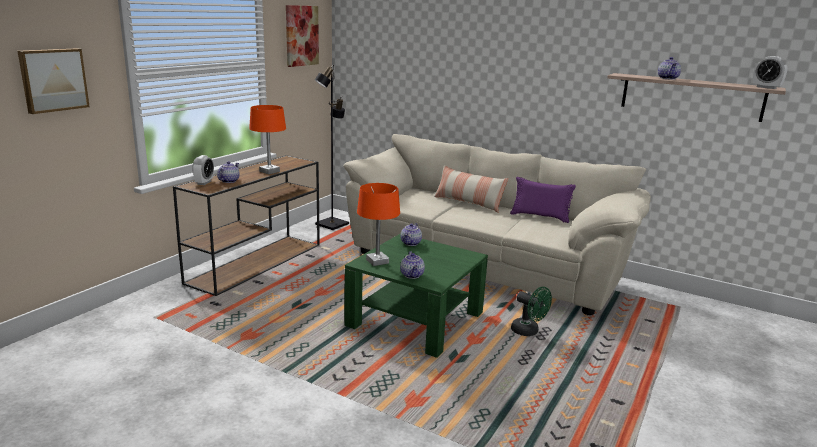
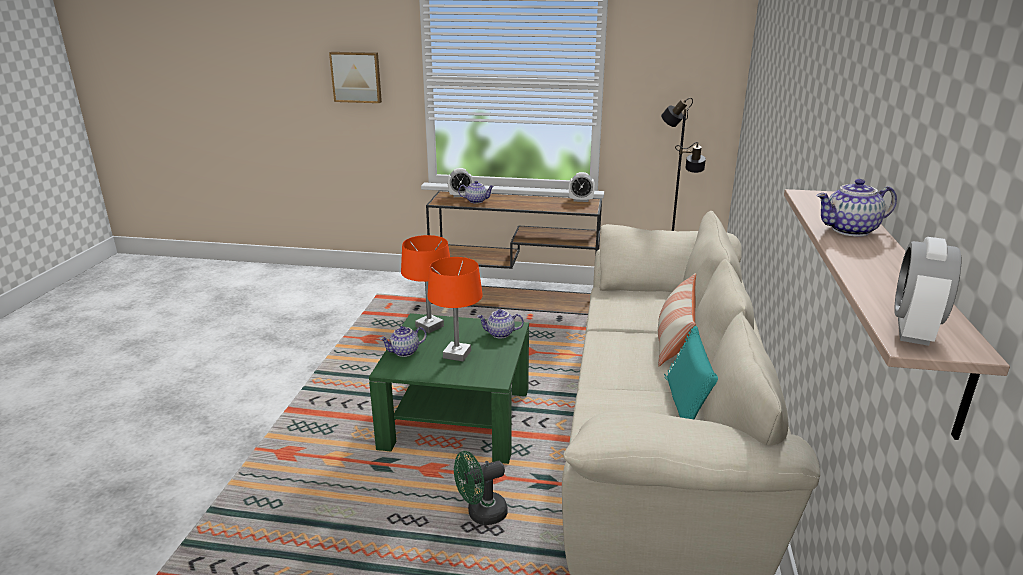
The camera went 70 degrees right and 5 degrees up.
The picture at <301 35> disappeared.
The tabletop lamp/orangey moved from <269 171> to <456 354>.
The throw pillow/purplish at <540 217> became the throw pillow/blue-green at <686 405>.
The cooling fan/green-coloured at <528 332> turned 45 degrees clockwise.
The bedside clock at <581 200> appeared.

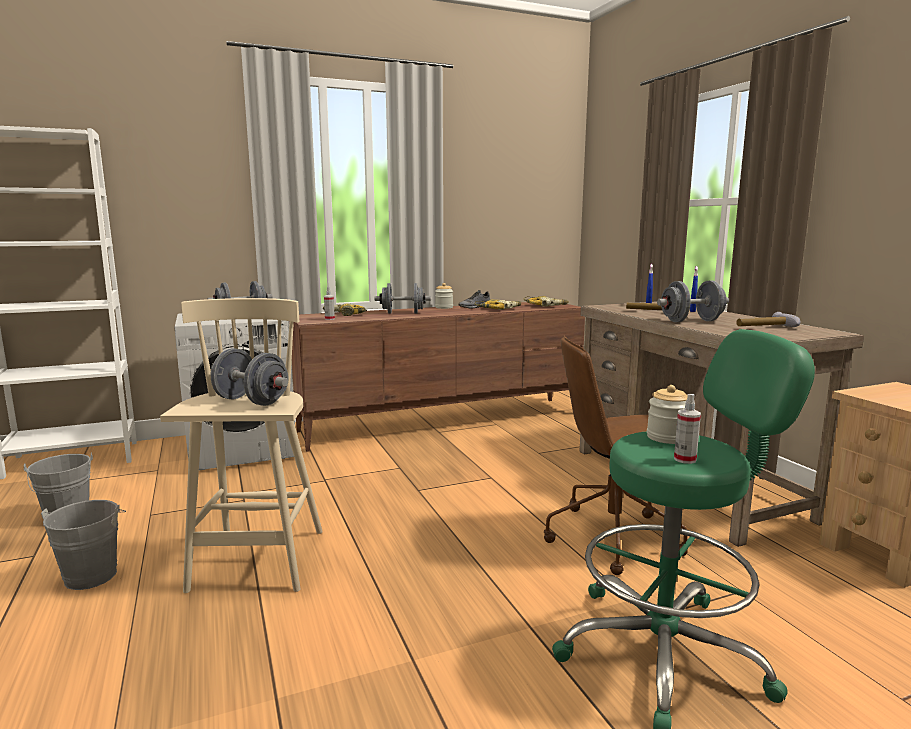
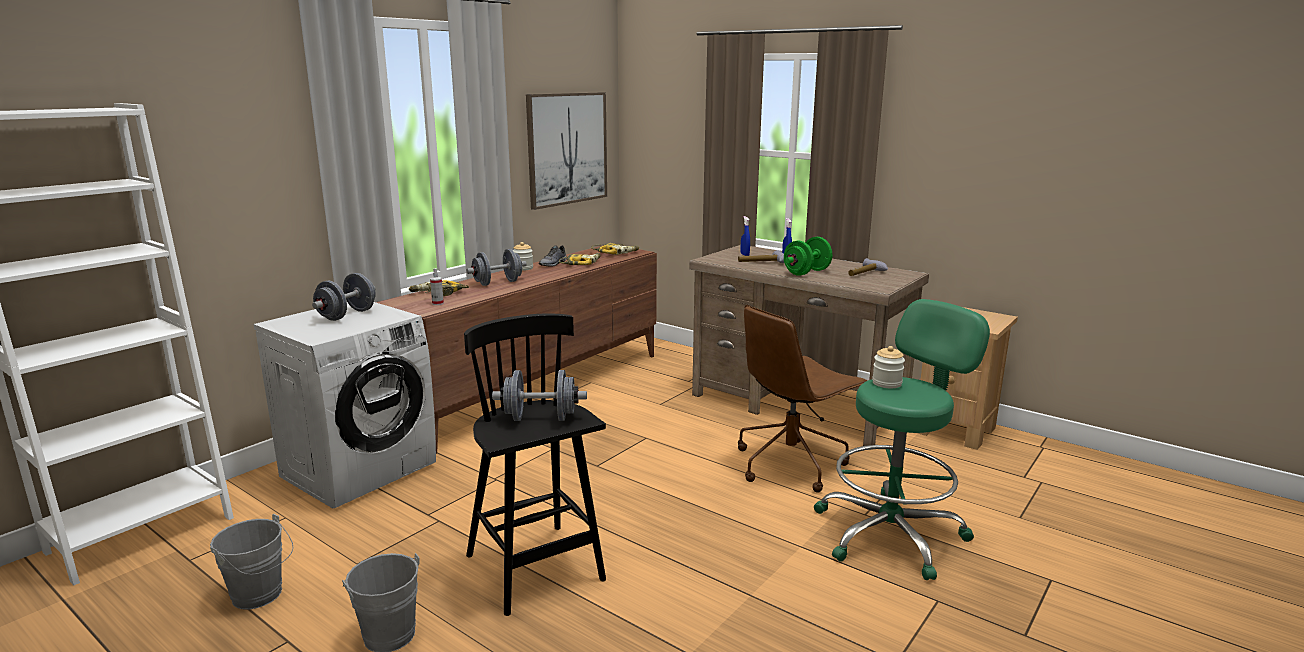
The camera went 30 degrees left and 5 degrees up.
The dumbbell/grey at <691 321> became the dumbbell/green-coloured at <806 272>.
The sitting stool/beige at <257 562> became the sitting stool/black at <537 570>.
The spray bottle at <685 459> disappeared.
The picture at <567 148> appeared.

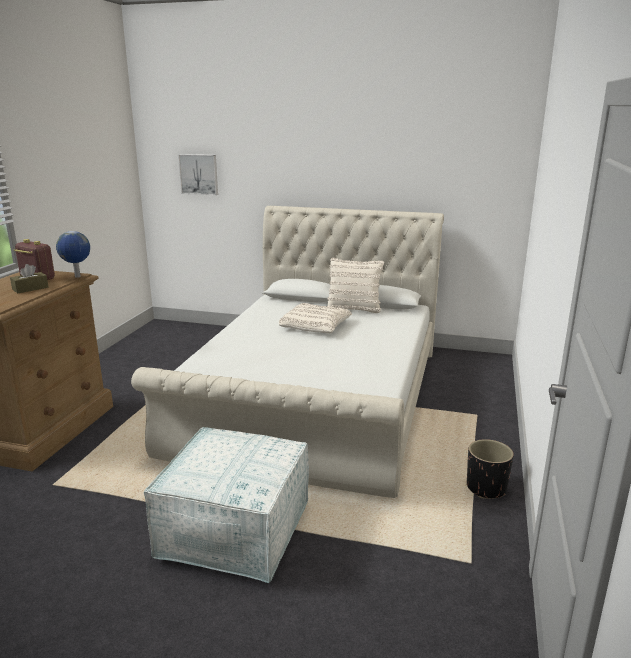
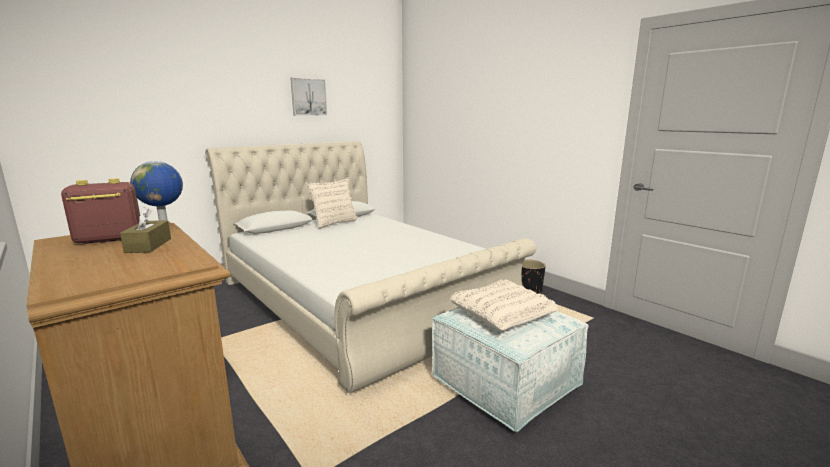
The camera went 55 degrees left and 5 degrees down.
The picture moved from <199 174> to <308 97>.
The throw pillow/beige moved from <315 326> to <502 314>.

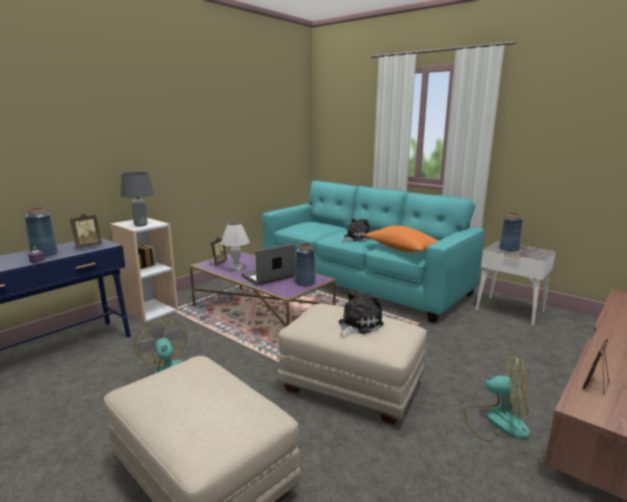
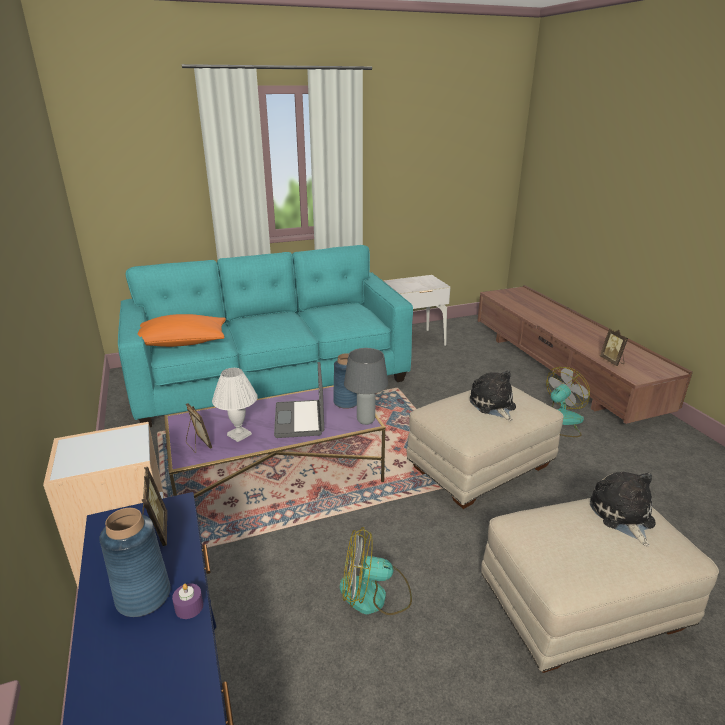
The camera went 60 degrees left and 10 degrees up.
The tabletop lamp/grey moved from <140 225> to <365 421>.
The vase/blue at <508 249> disappeared.
The cuddly toy moved from <355 238> to <622 516>.
The throw pillow/orangey moved from <402 249> to <181 343>.

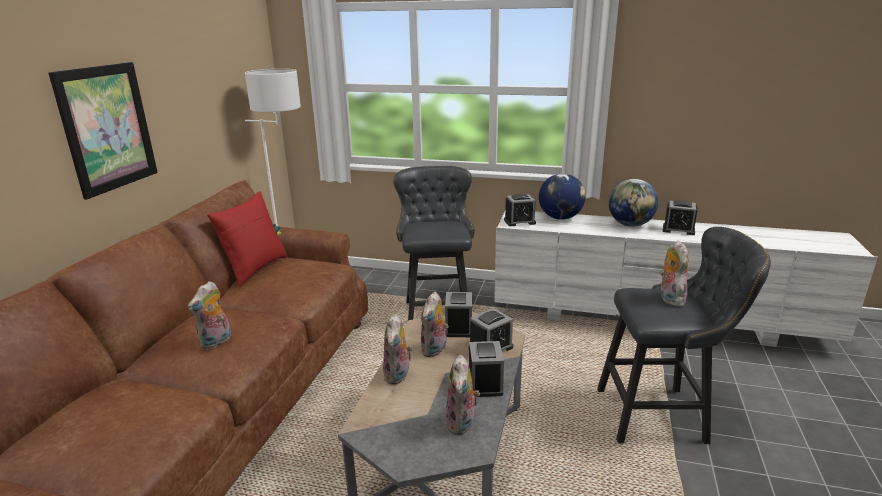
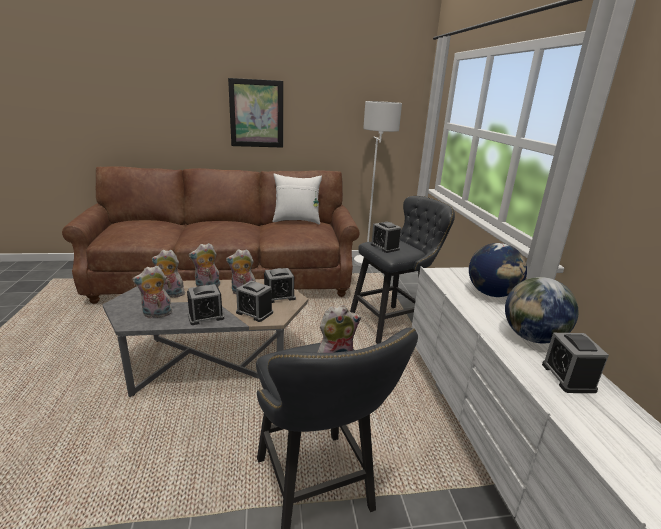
The camera went 65 degrees right and 0 degrees up.
The throw pillow/red-coloured at <255 270> became the throw pillow/white-coloured at <296 221>.
The bedside clock moved from <519 221> to <384 247>.
The cuddly toy moved from <216 342> to <170 294>.

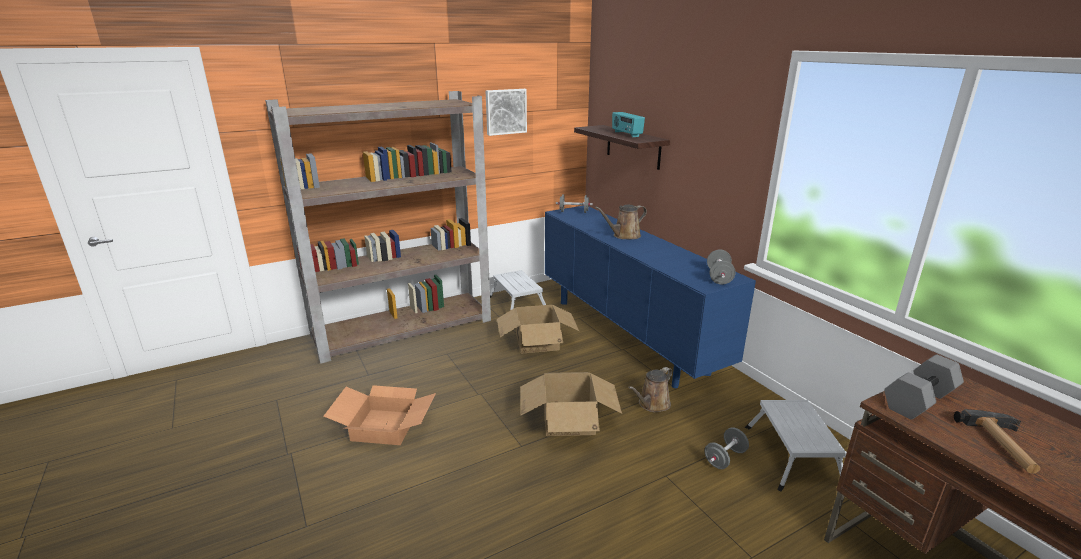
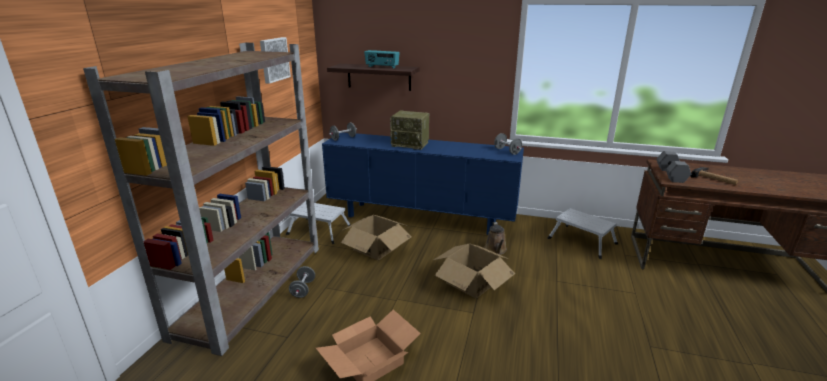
The camera went 45 degrees left and 0 degrees up.
The watering pot/brown-coloured at <624 236> was replaced by the radio at <411 144>.
The dumbbell/grey moved from <725 458> to <303 289>.

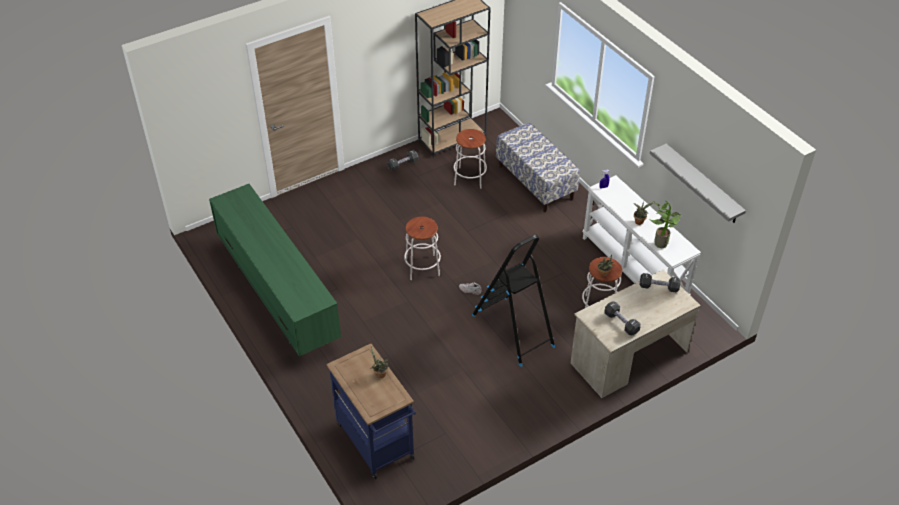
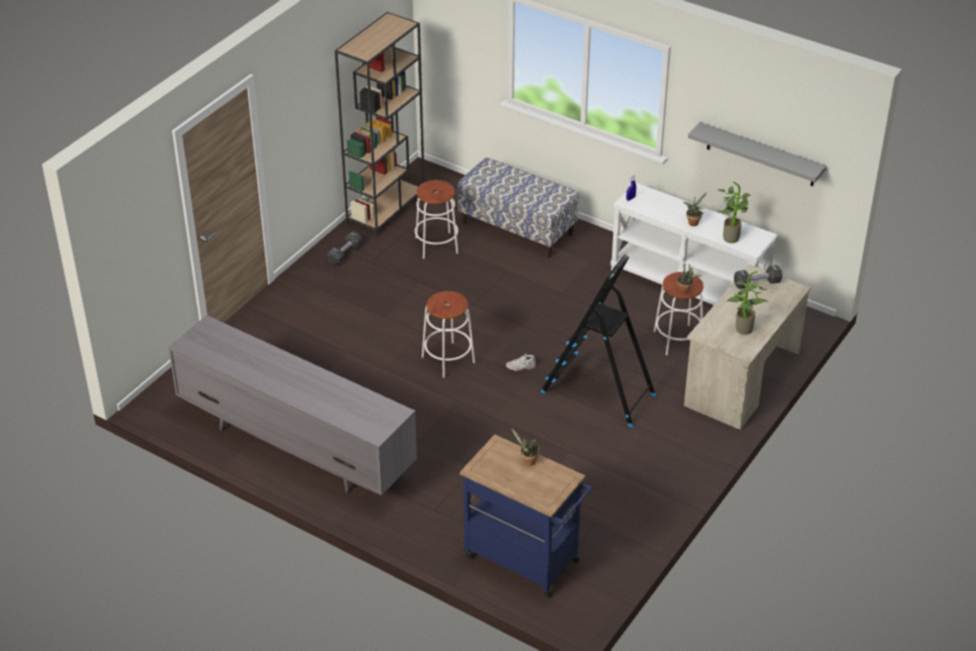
The camera went 25 degrees left and 5 degrees down.
The storage cabinet/green-coloured at <277 298> became the storage cabinet/grey at <294 448>.
The dumbbell/black at <621 323> was replaced by the houseplant at <742 331>.

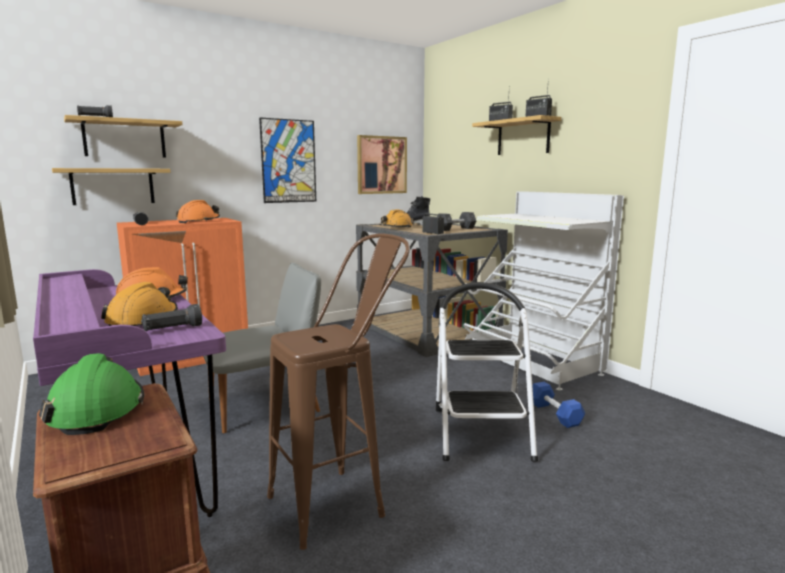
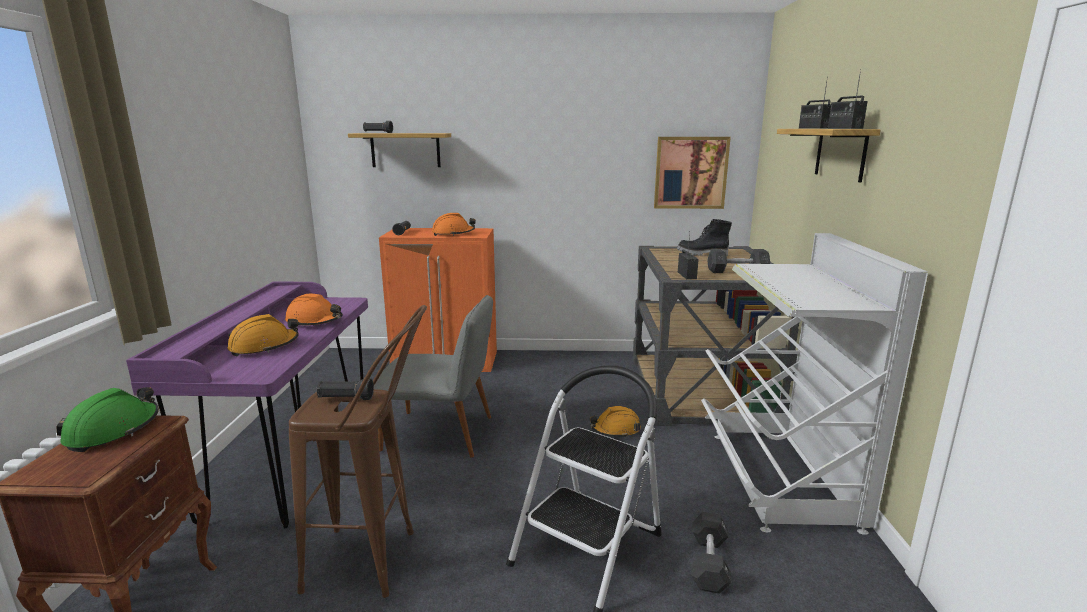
The camera went 35 degrees right and 5 degrees up.
The picture at <288 161> disappeared.
The wall shelf at <113 186> disappeared.
The hard hat/orangey moved from <396 228> to <615 430>.
The torch/black moved from <172 329> to <345 399>.
The dumbbell/blue at <554 414> became the dumbbell/black at <709 563>.

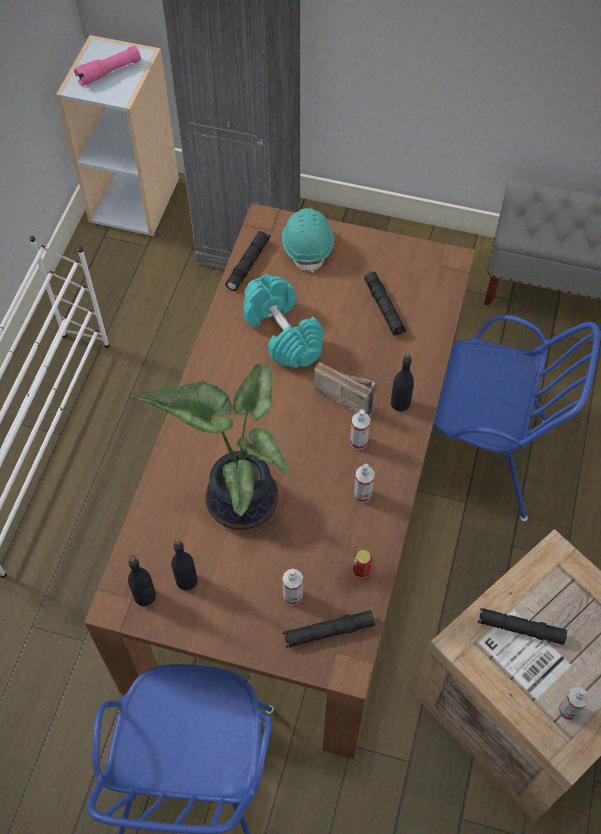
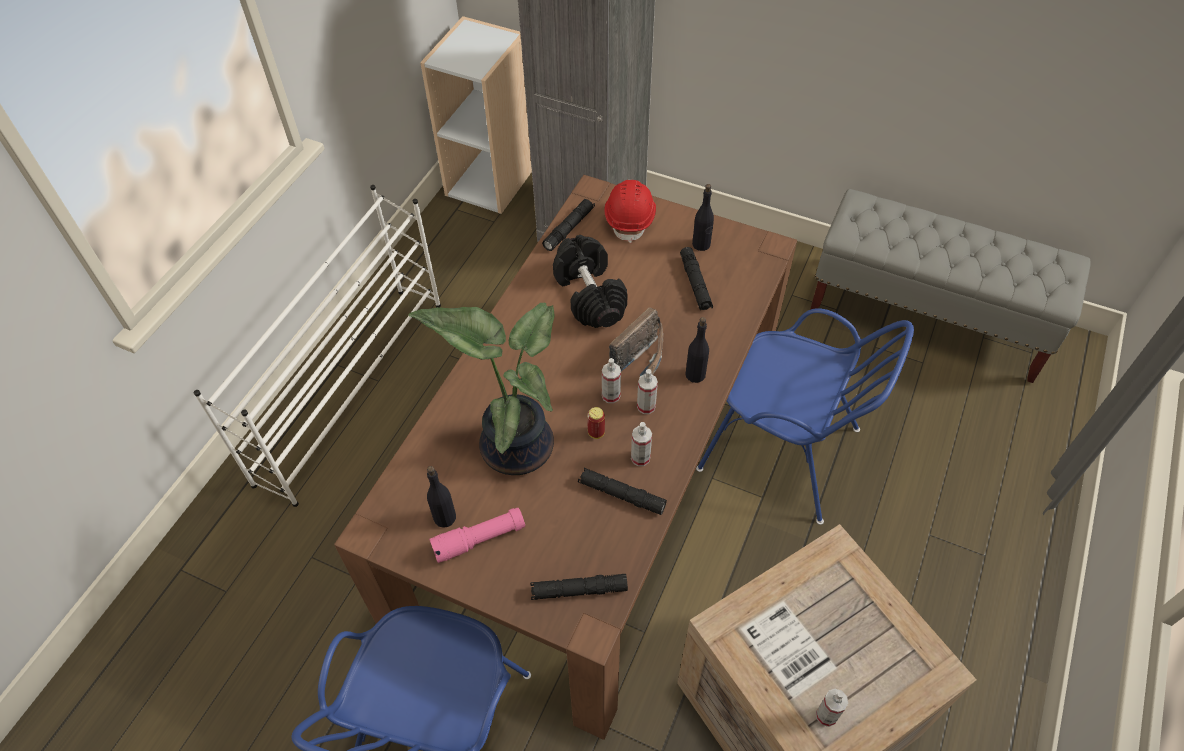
The camera went 10 degrees right and 5 degrees down.
The torch/pink-coloured moved from <109 72> to <479 539>.
The hard hat/blue-green at <307 246> became the hard hat/red-coloured at <630 218>.
The dumbbell/blue-green at <282 333> became the dumbbell/black at <589 295>.
The radio at <346 392> turned 90 degrees clockwise.
The sealed can moved from <361 571> to <596 433>.
The drink bottle/black moved from <145 596> to <701 244>.
The spray bottle moved from <292 596> to <611 395>.
The torch/black moved from <520 628> to <621 495>.

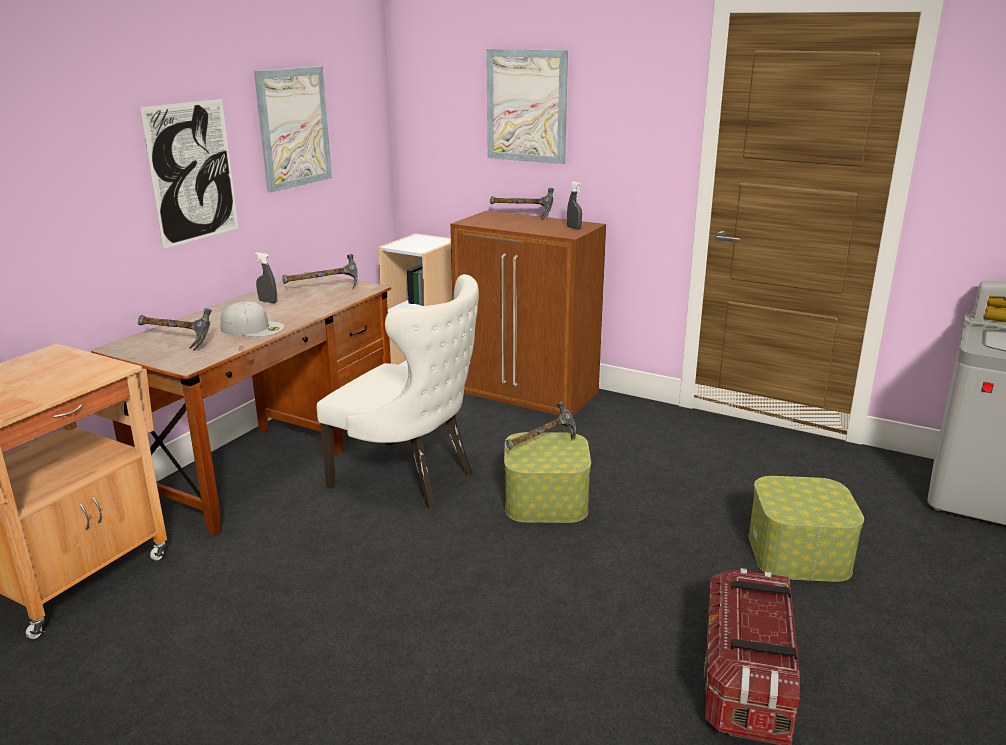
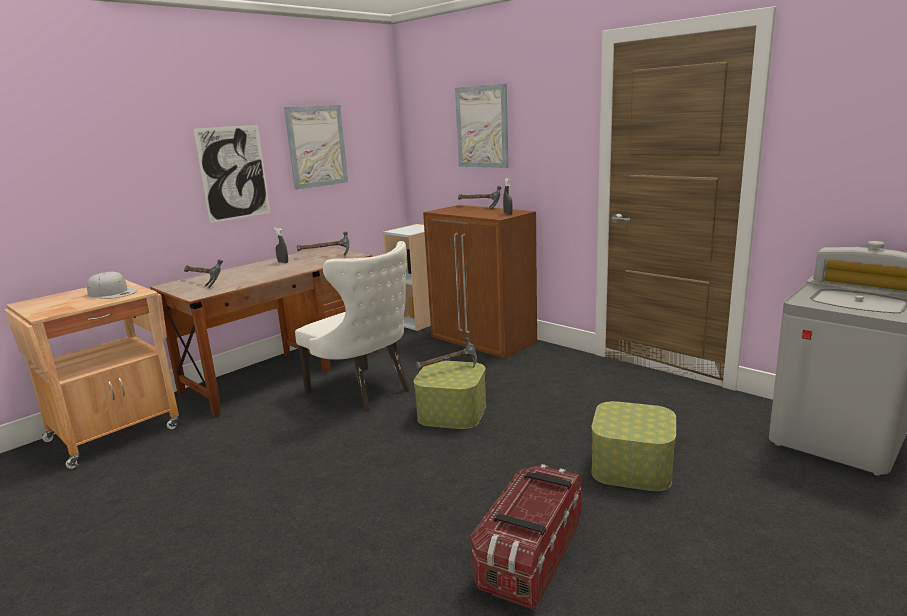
The camera went 15 degrees right and 5 degrees down.
The peaked cap/white-coloured moved from <253 328> to <113 293>.

